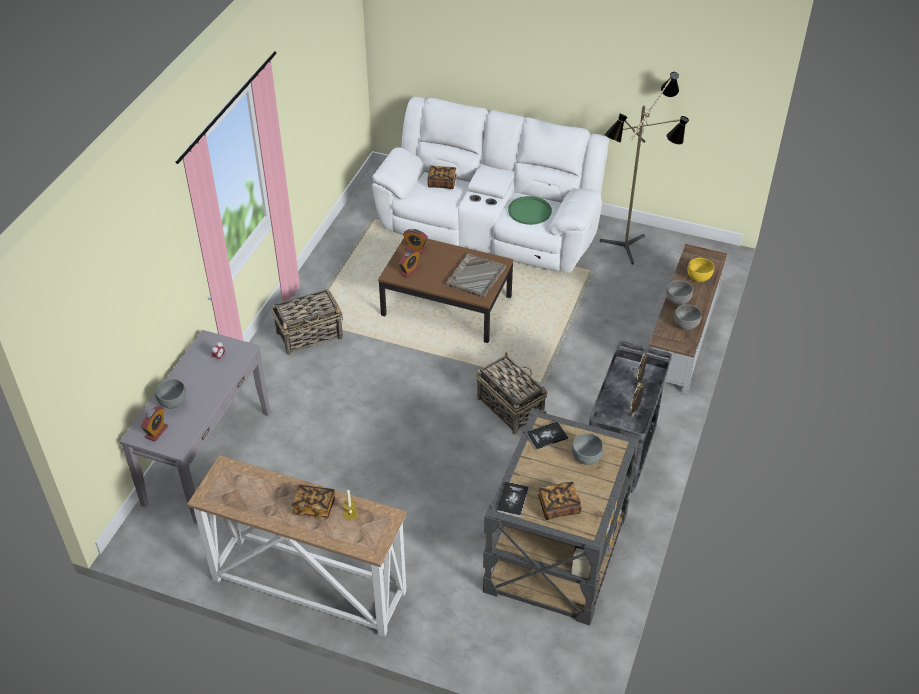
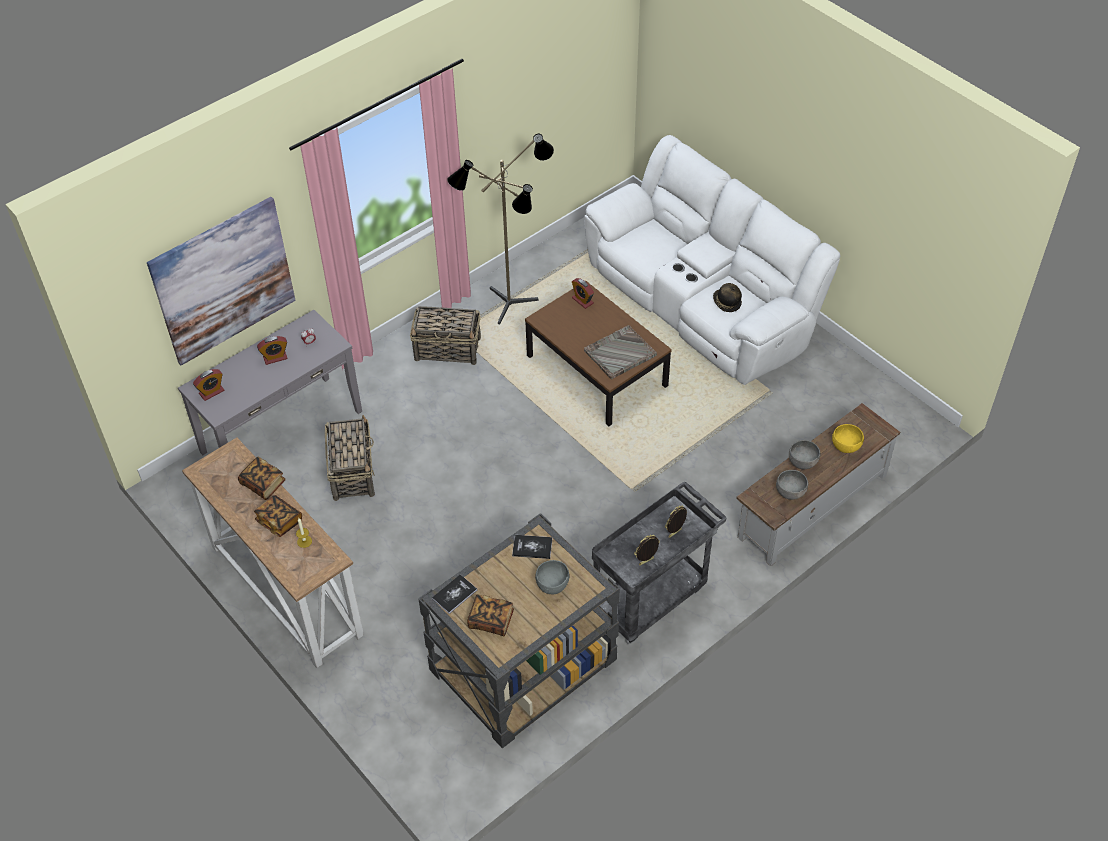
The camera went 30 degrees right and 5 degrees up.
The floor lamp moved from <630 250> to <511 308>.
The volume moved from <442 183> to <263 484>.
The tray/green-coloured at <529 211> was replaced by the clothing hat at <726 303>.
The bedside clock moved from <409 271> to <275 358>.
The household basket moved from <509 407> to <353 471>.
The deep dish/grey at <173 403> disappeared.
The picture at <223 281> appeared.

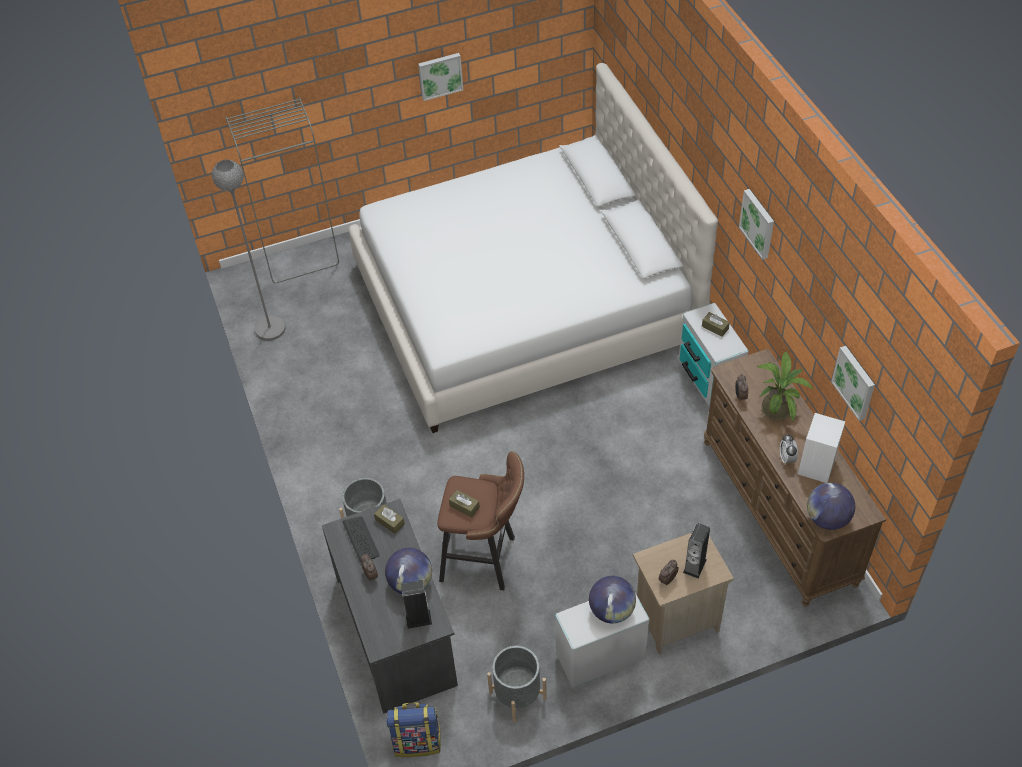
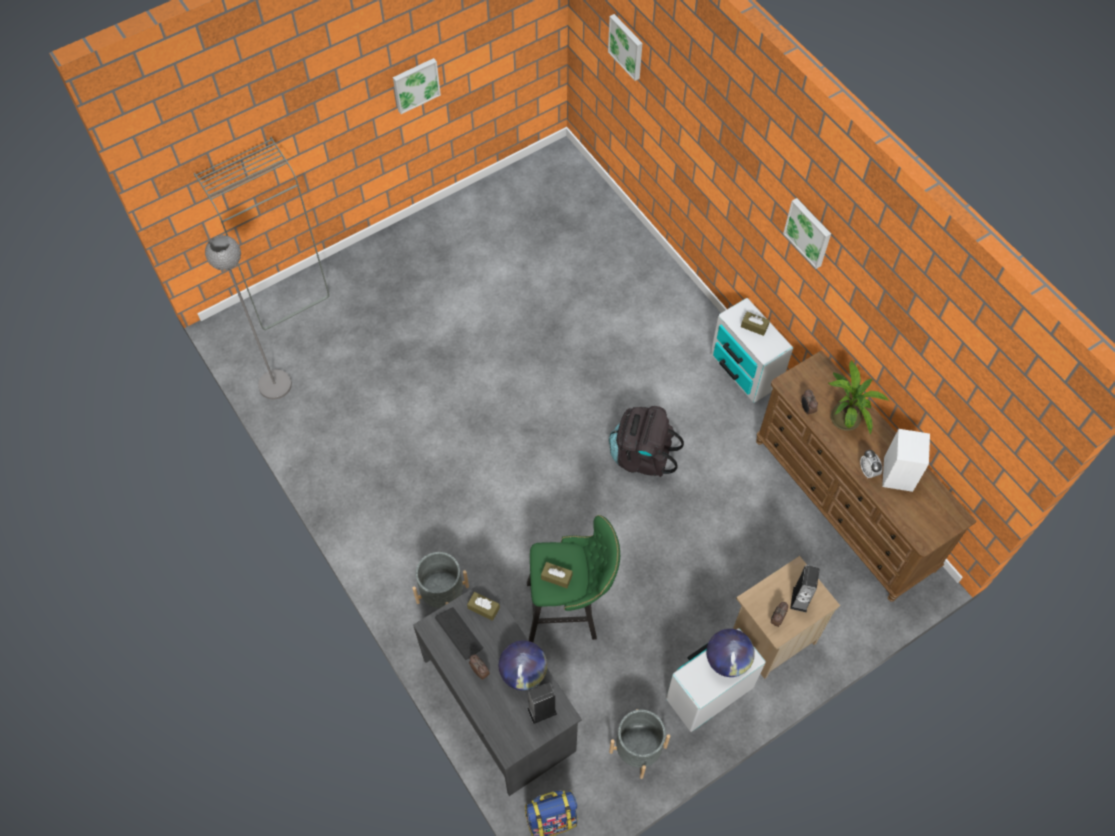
The camera went 15 degrees left and 10 degrees up.
The bedroom bed/white-coloured at <525 303> disappeared.
The picture moved from <855 382> to <627 46>.
The sitting stool/brown-coloured at <487 560> became the sitting stool/green-coloured at <572 610>.
The desk globe at <827 519> disappeared.
The rucksack/black at <642 456> appeared.

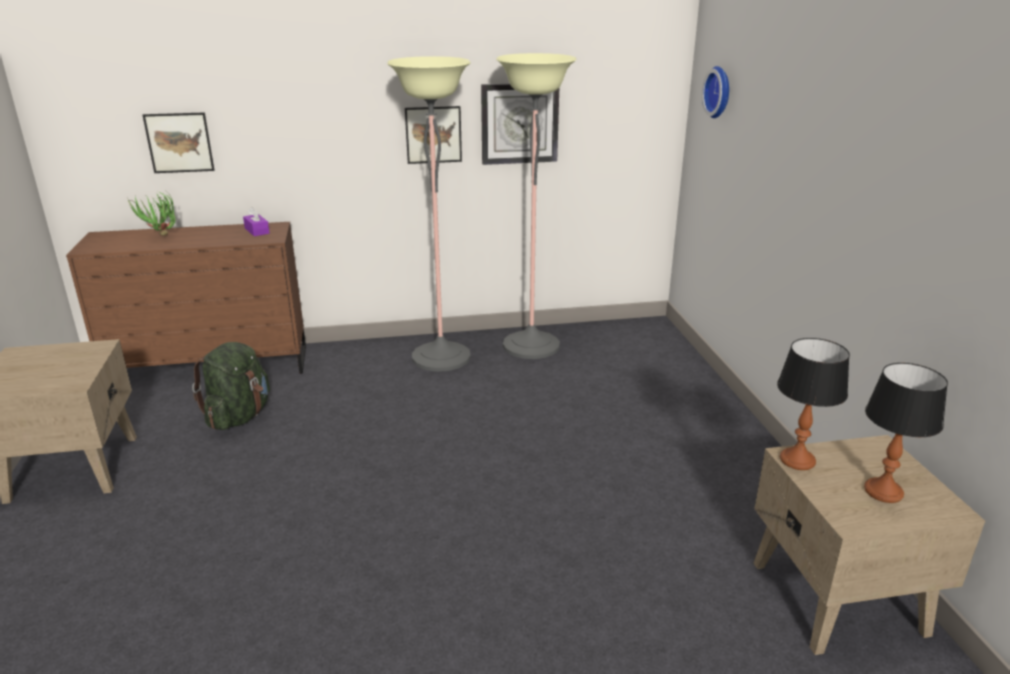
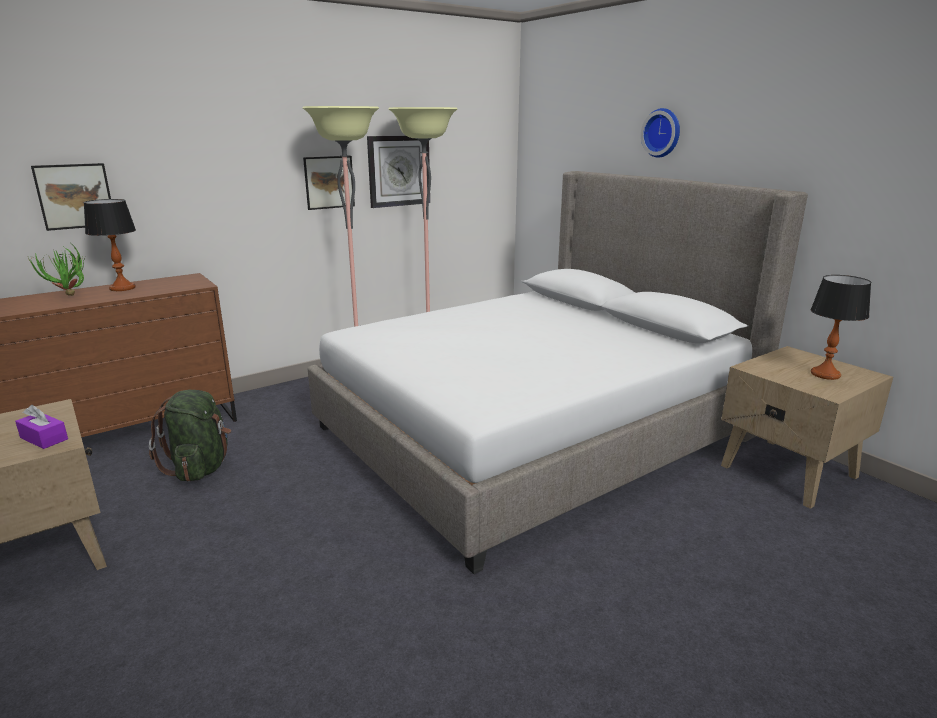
The camera went 25 degrees left and 5 degrees down.
The clock on the wall moved from <719 92> to <662 133>.
The tissue holder/purplish moved from <257 231> to <44 438>.
The tabletop lamp moved from <797 460> to <123 288>.
The bedroom bed at <534 431> appeared.

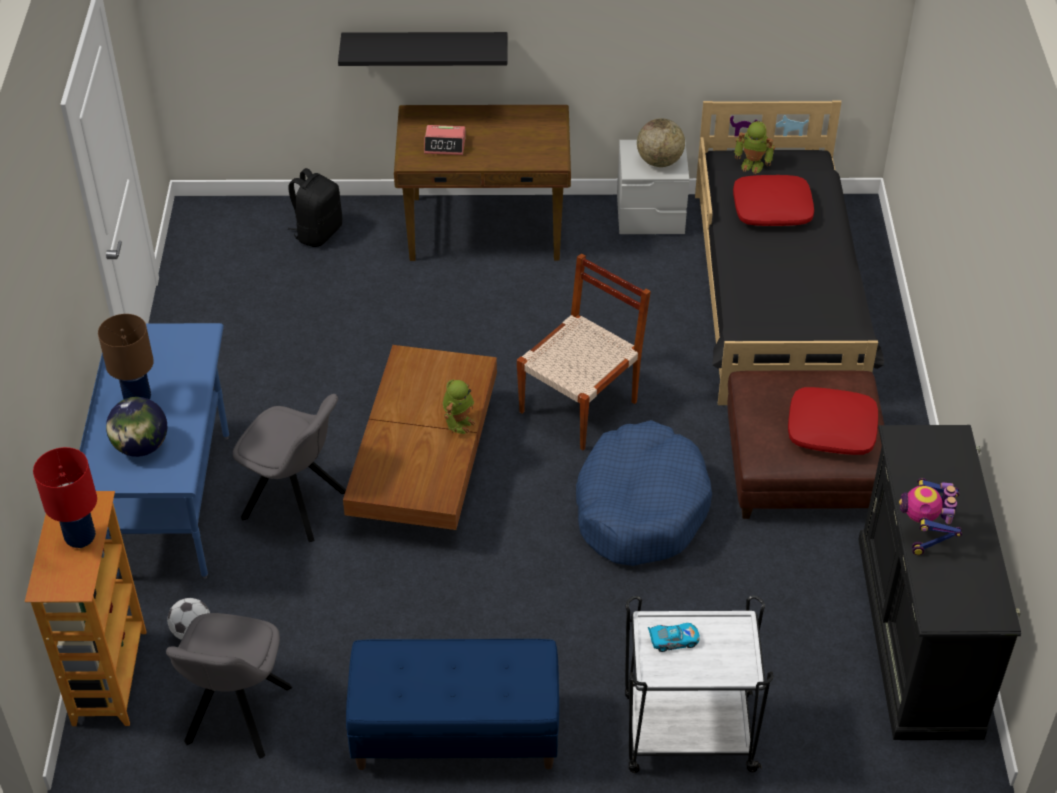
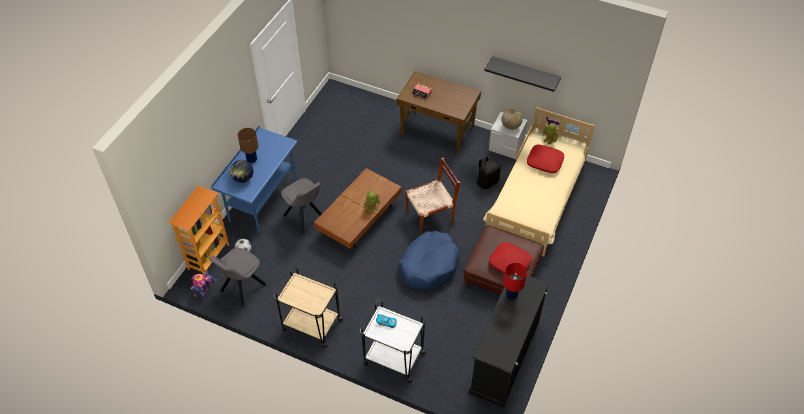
The camera went 25 degrees right and 5 degrees up.
The wall shelf/black moved from <425 48> to <525 72>.
The bedroom bed/black at <777 295> became the bedroom bed/beige at <537 198>.
The rucksack/black moved from <318 232> to <487 182>.
The tabletop lamp/red-coloured moved from <80 539> to <511 295>.
The robot figure moved from <925 533> to <204 290>.
The bench/blue at <455 734> was replaced by the cart/beige at <311 324>.

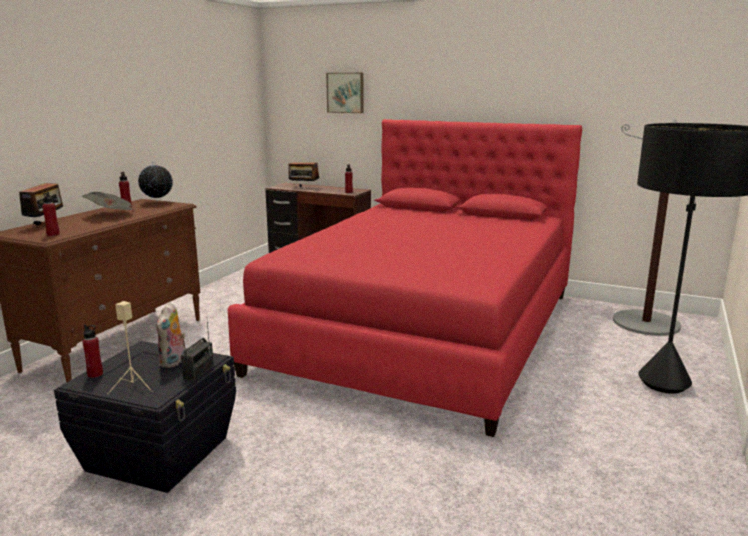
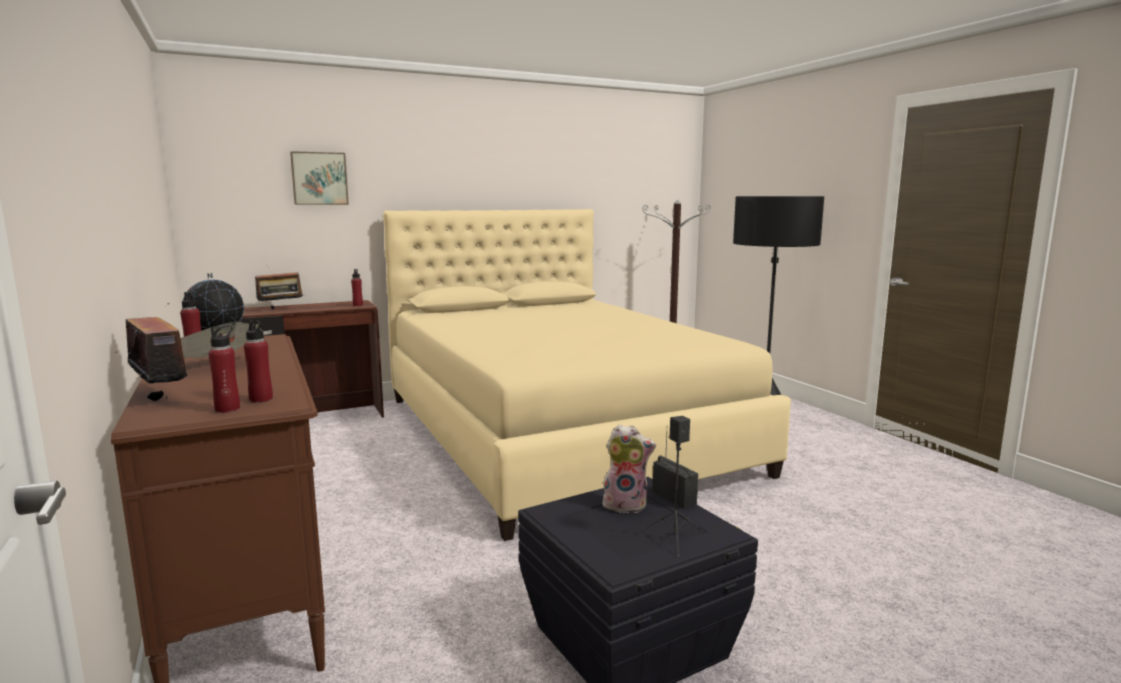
The camera went 50 degrees left and 5 degrees down.
The bedroom bed/red-coloured at <425 330> became the bedroom bed/beige at <557 433>.
The speaker/beige at <132 387> became the speaker/black at <675 539>.
The cuddly toy at <174 362> turned 45 degrees counterclockwise.
The drink bottle/red-coloured moved from <95 374> to <227 409>.

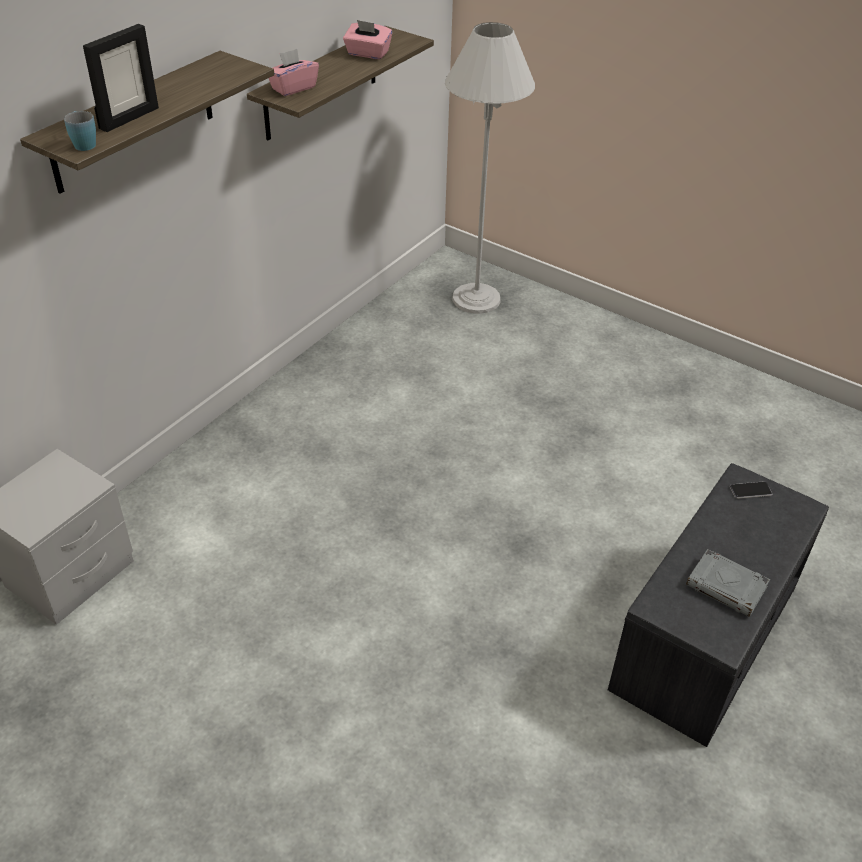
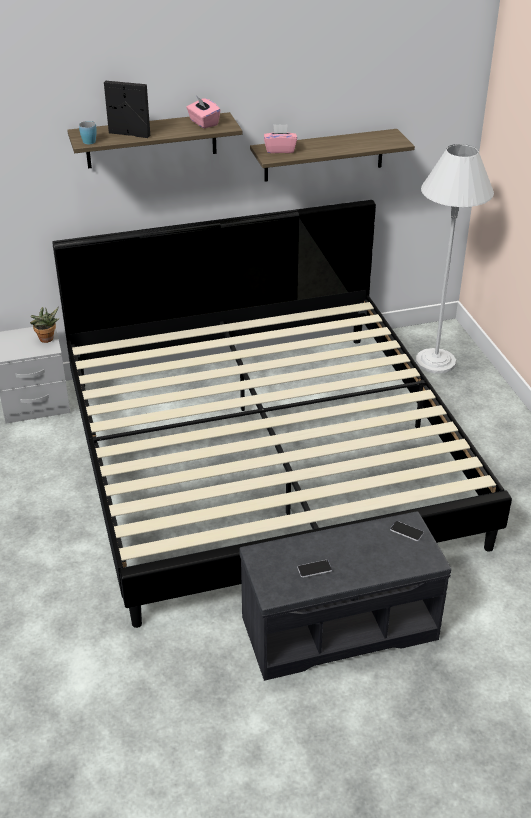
The camera went 40 degrees right and 5 degrees down.
The tissue holder/pink-coloured moved from <367 54> to <203 123>.
The photo frame at <129 118> turned 150 degrees counterclockwise.
The volume/grey at <727 587> was replaced by the phone at <314 569>.
The bedroom bed at <265 458> appeared.
The houseplant at <47 340> appeared.

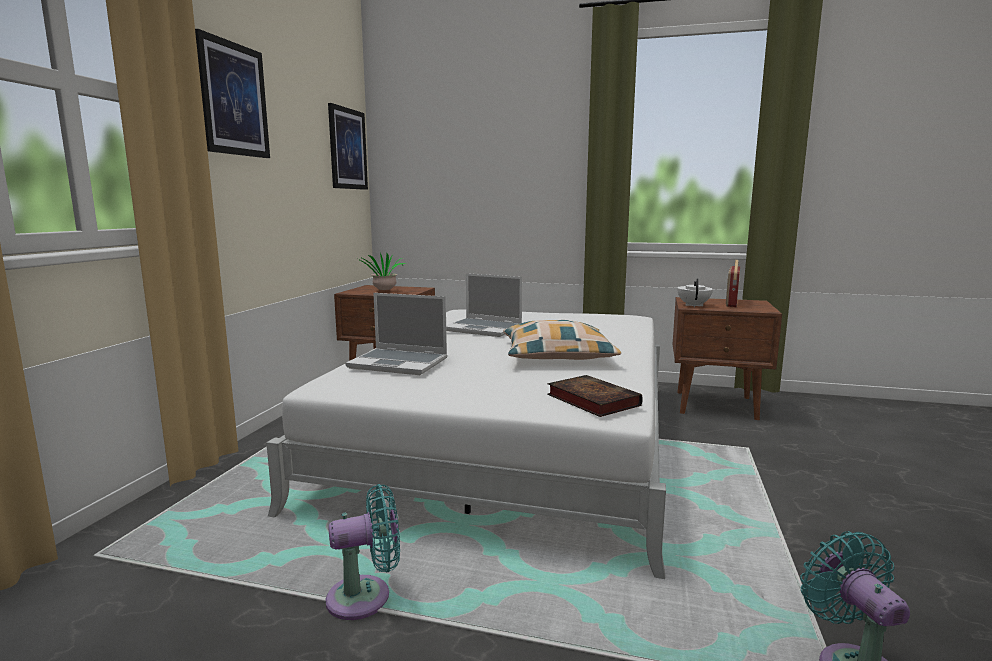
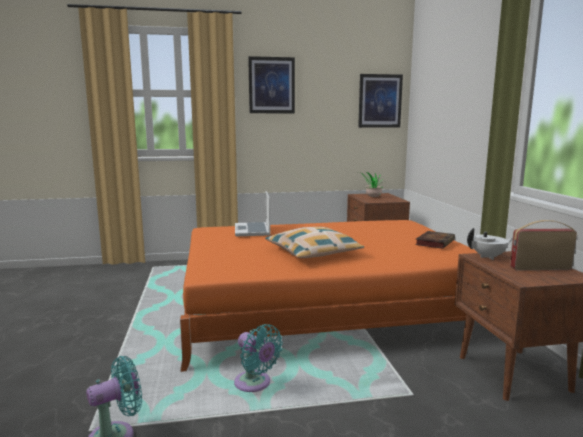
The camera went 65 degrees right and 0 degrees up.
The portable computer at <484 329> disappeared.
The bedroom bed/white-coloured at <513 437> became the bedroom bed/orangey at <324 306>.
The volume moved from <590 400> to <435 242>.
The cooling fan/blue-green moved from <366 596> to <255 384>.

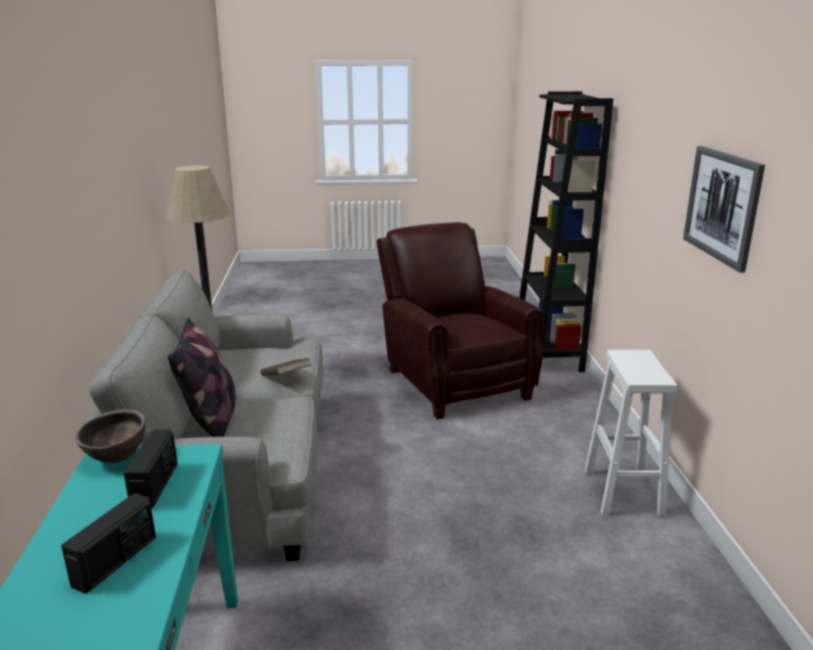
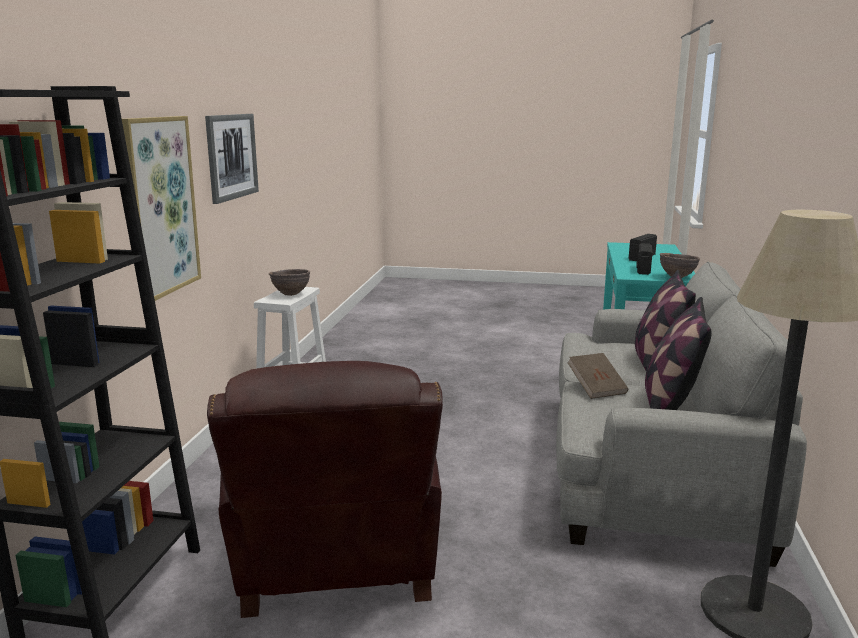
The camera went 165 degrees left and 5 degrees down.
The picture at <161 206> appeared.
The deep dish/brown-coloured at <291 294> appeared.
The throw pillow at <670 404> appeared.

